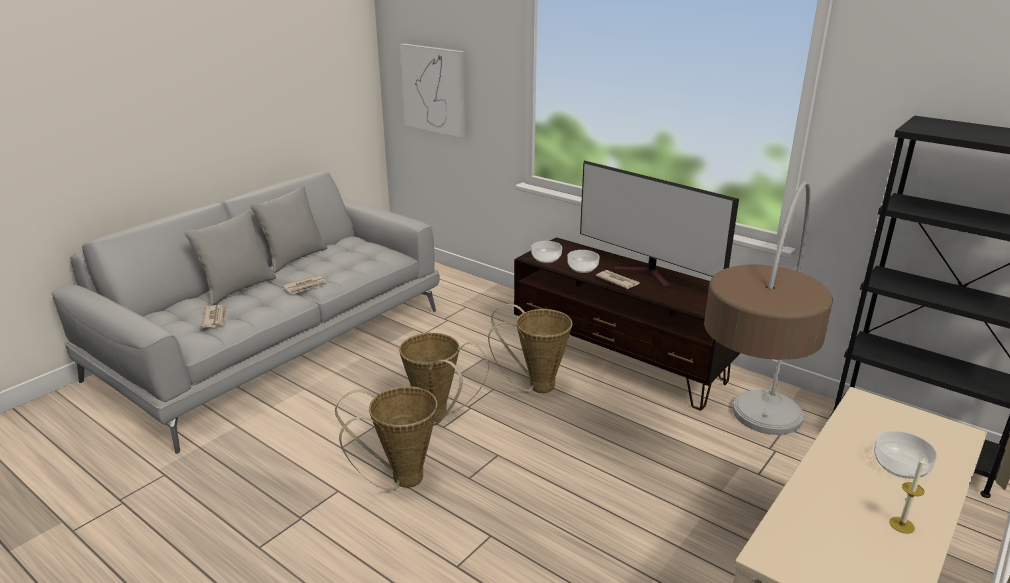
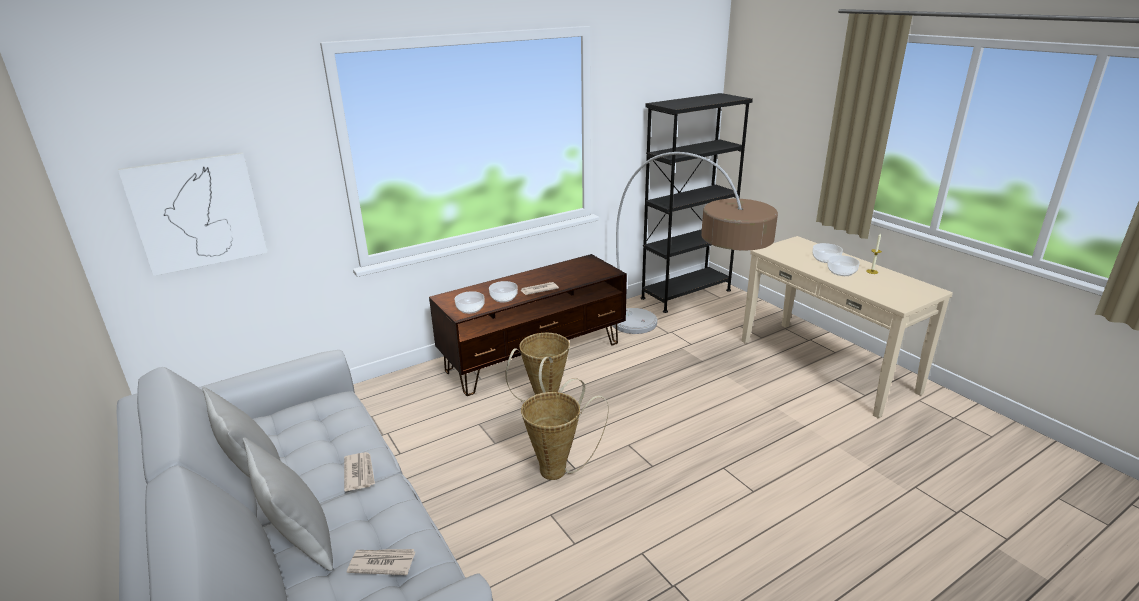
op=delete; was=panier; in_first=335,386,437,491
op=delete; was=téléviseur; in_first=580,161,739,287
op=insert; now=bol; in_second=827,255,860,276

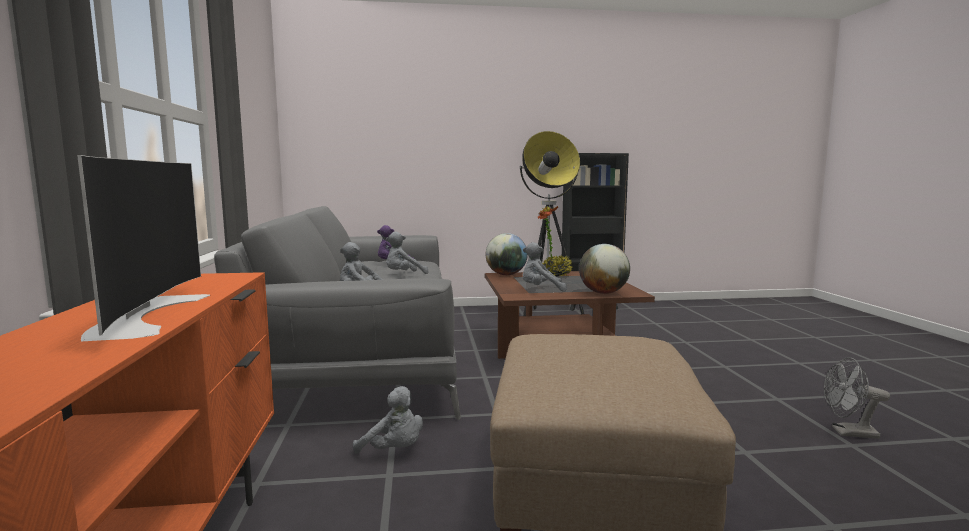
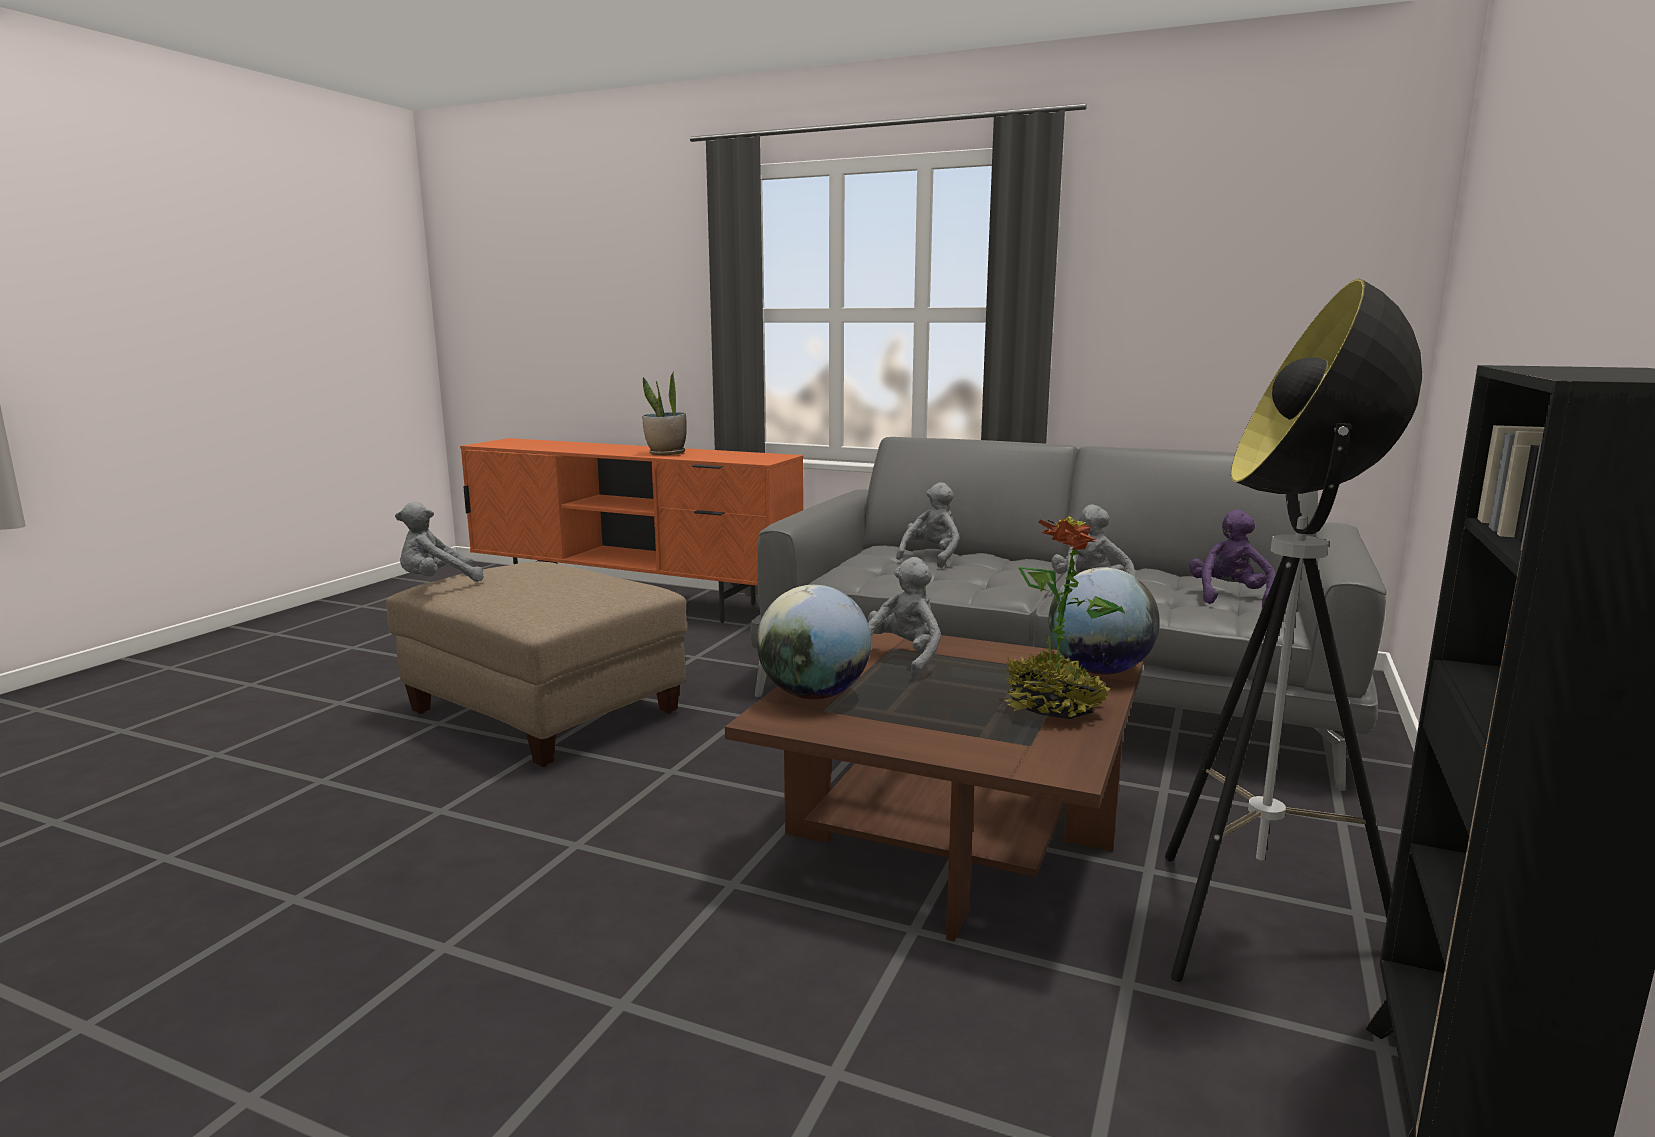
op=delete; was=ventilateur (gris); in_first=824,357,890,439
op=move; was=peluche (gris); in_first=353,386,423,453; in_second=395,502,484,582
op=replace; was=téléviseur; now=plante en pot; in_first=77,155,210,341; in_second=642,372,687,455

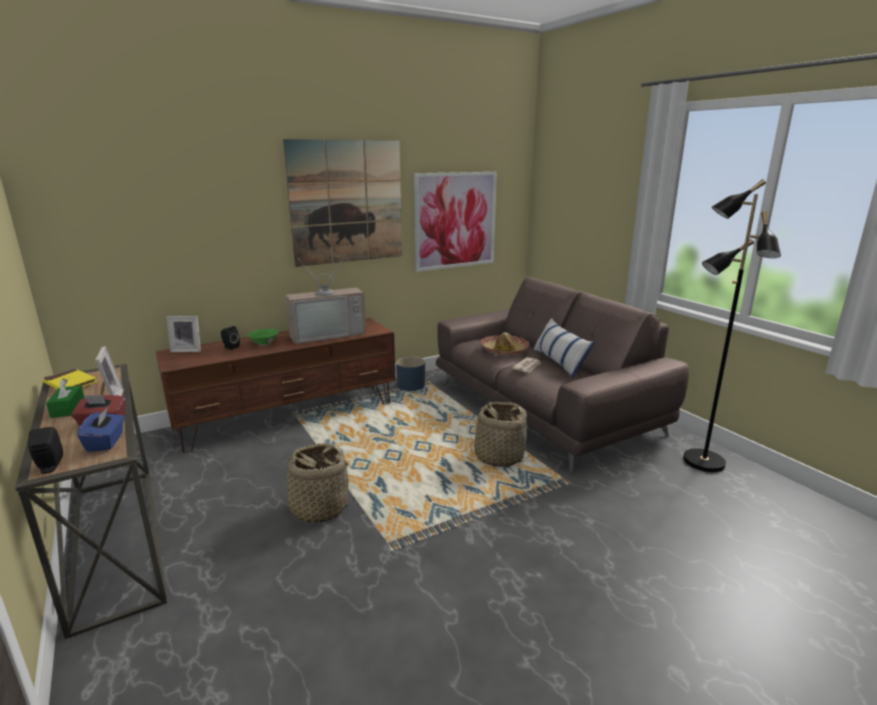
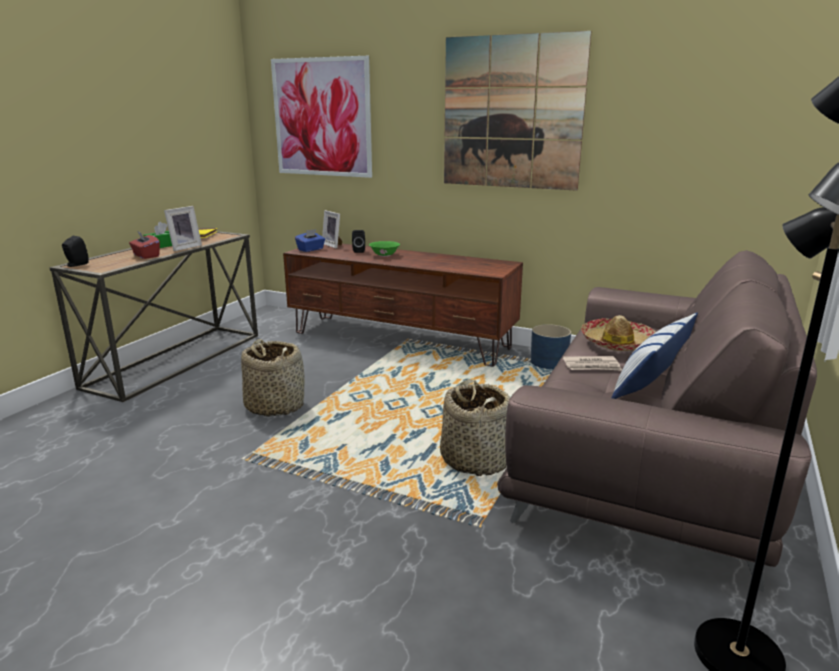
op=delete; was=téléviseur; in_first=286,255,366,344
op=move; was=boîte à mouchoirs (bleu); in_first=77,407,124,452; in_second=295,229,325,252
op=move; was=tableau; in_first=414,172,497,272; in_second=271,56,372,178

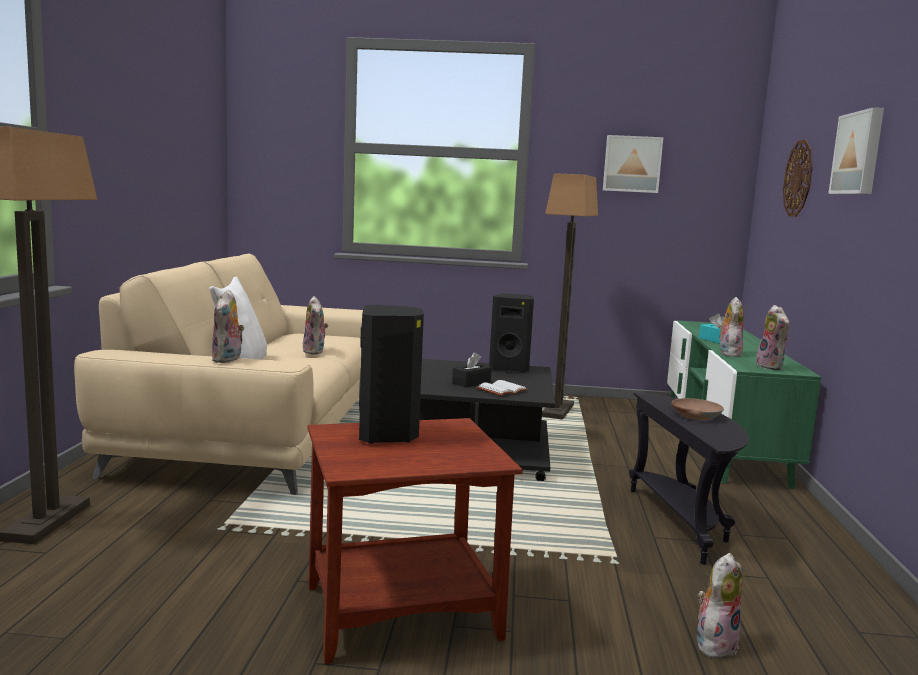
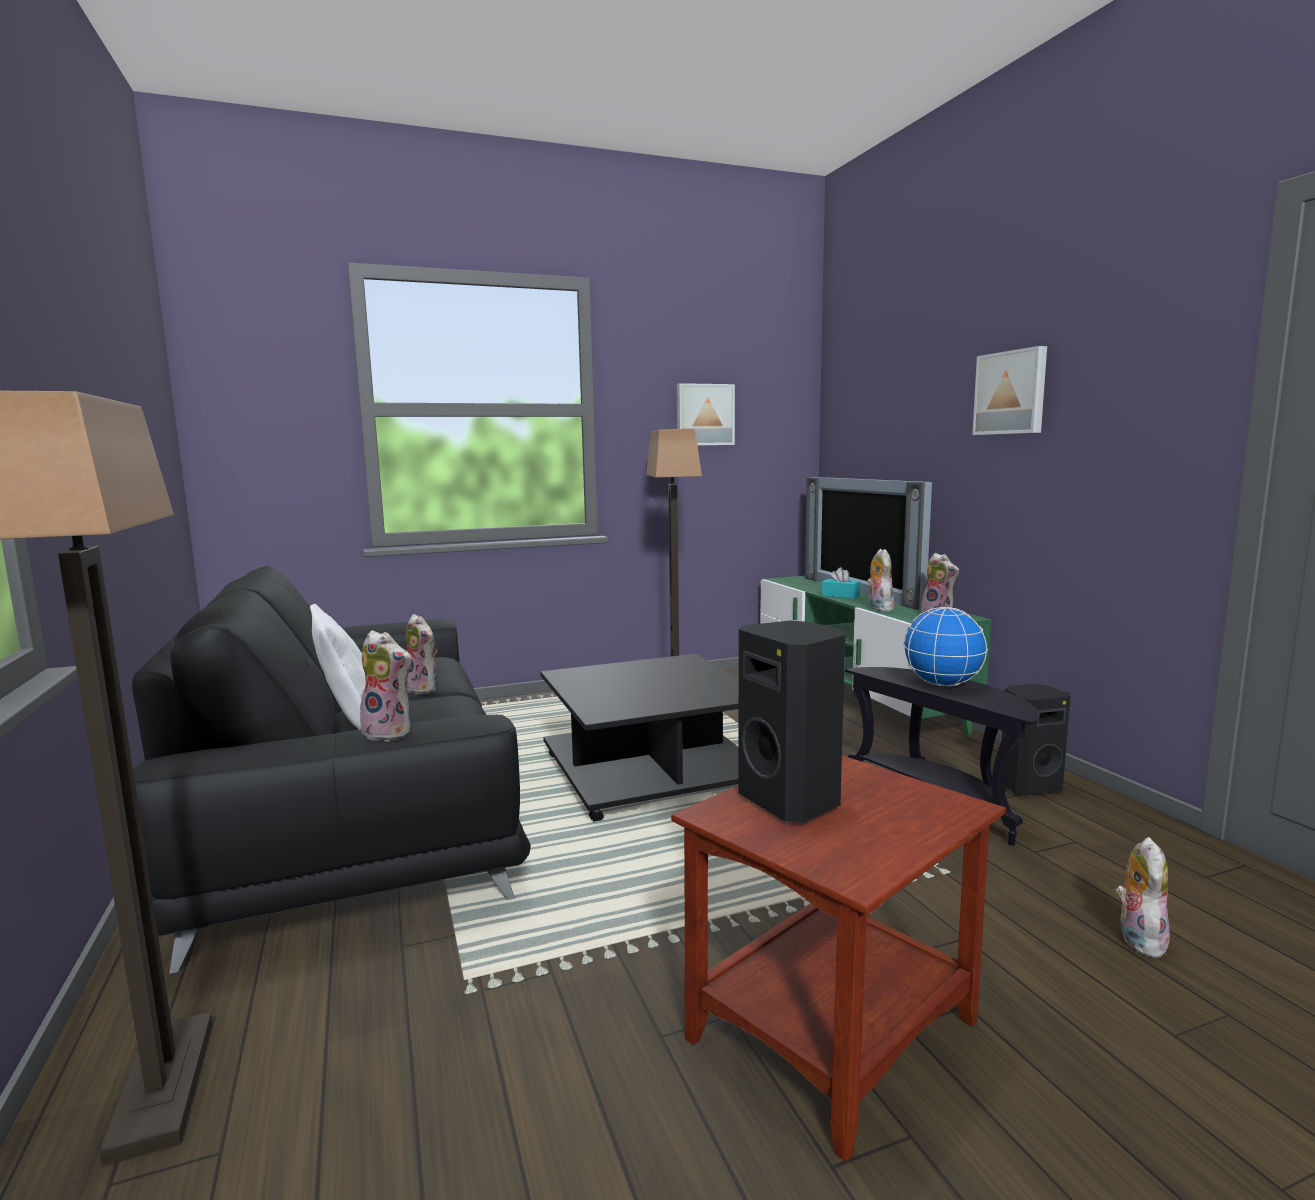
op=delete; was=boîte à mouchoirs (noir); in_first=452,352,492,387
op=delete; was=livre (blanc); in_first=477,380,529,396
op=delete; was=horloge murale; in_first=783,139,813,217
op=insert; now=téléviseur; in_second=805,477,932,610
op=move; was=enceinte (noir); in_first=489,294,534,373; in_second=1002,684,1071,796
op=replace; was=bol (marron); now=globe; in_first=672,398,724,420; in_second=903,607,988,687
op=recolor; was=canapé (beige); now=canapé (noir); in_first=74,253,363,495; in_second=132,566,531,974
op=rotate; was=peluche; in_first=212,289,245,363; in_second=359,630,413,741; clockwise=-45

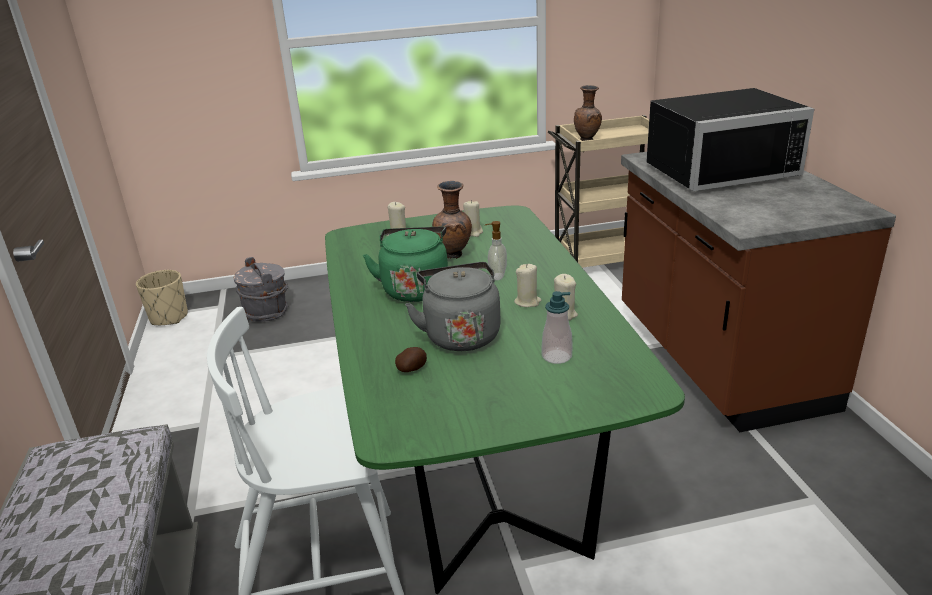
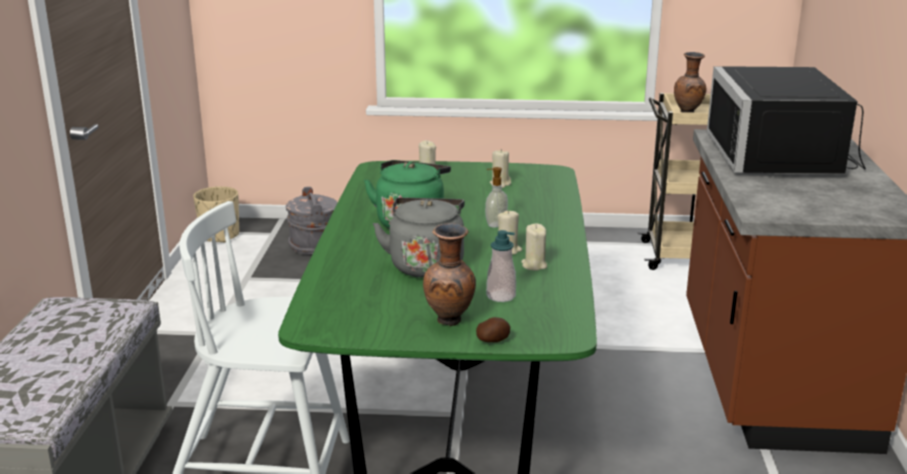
op=move; was=pomme de terre; in_first=395,347,427,372; in_second=476,317,510,342
op=move; was=vase (marron); in_first=432,181,472,259; in_second=423,223,476,326
op=rotate; was=micro-ondes (noir); in_first=646,88,814,191; in_second=707,66,866,174; clockwise=90

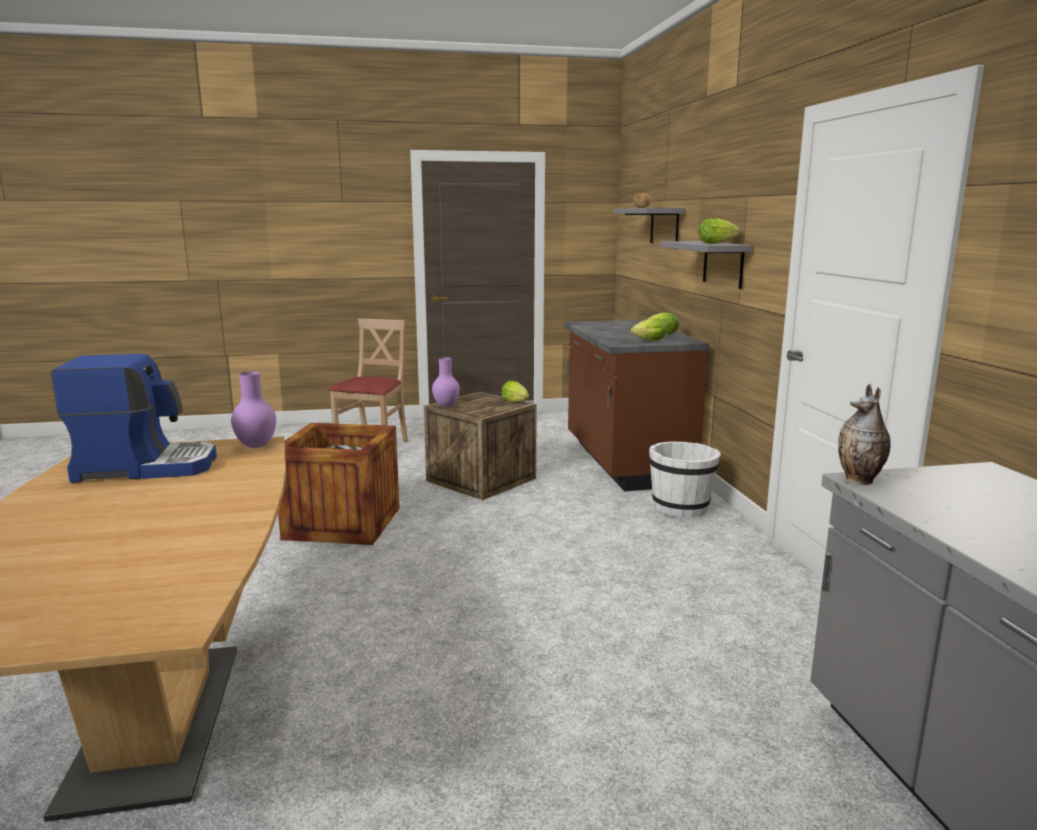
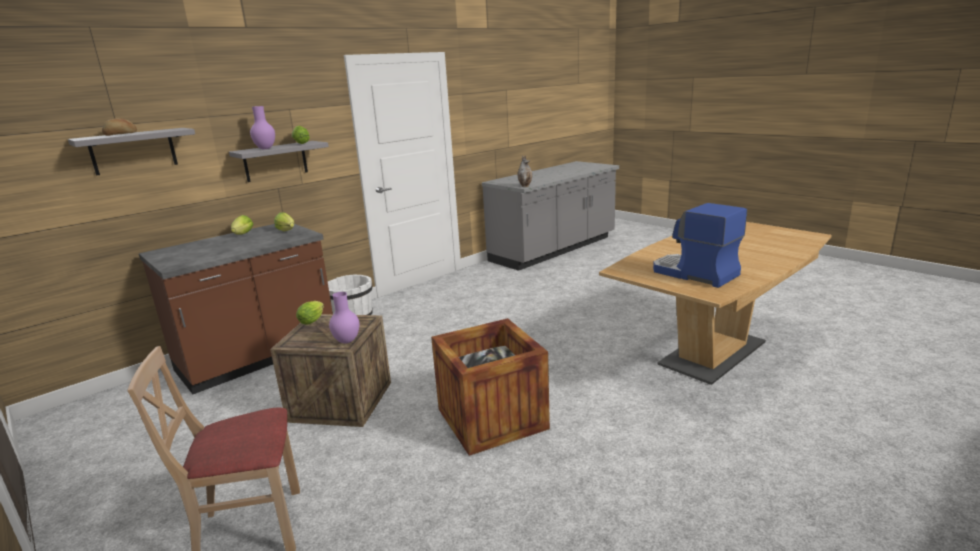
op=move; was=vase (violet); in_first=231,371,276,448; in_second=250,106,275,149

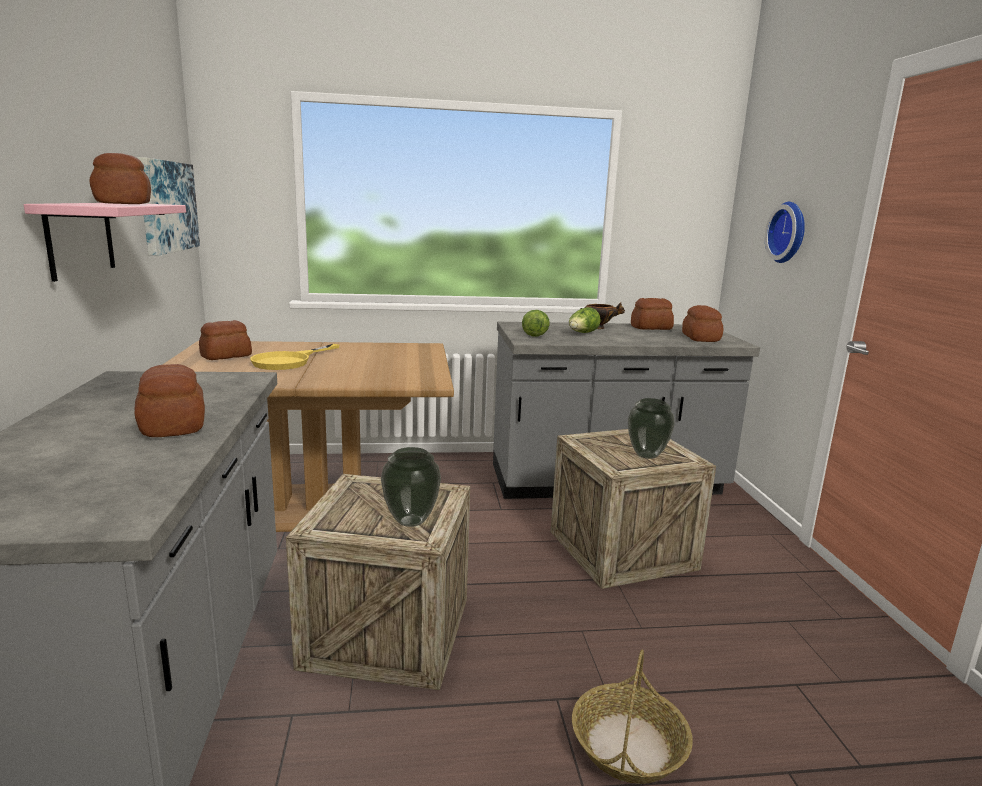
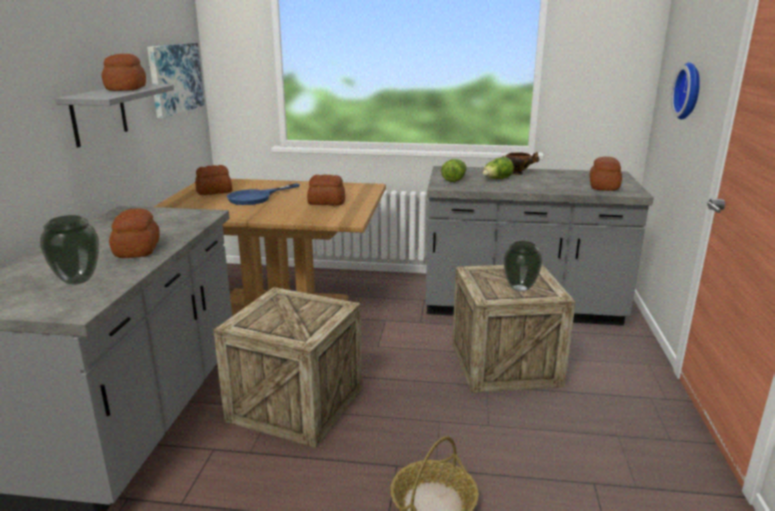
op=move; was=vase; in_first=381,447,441,527; in_second=40,215,99,285
op=move; was=pain; in_first=631,298,674,330; in_second=307,175,345,206
op=recolor; was=étagère (rose); now=étagère (gris); in_first=24,203,186,282; in_second=55,84,174,147
op=recolor; was=poêle (jaune); now=poêle (bleu); in_first=250,344,340,370; in_second=227,183,300,205

